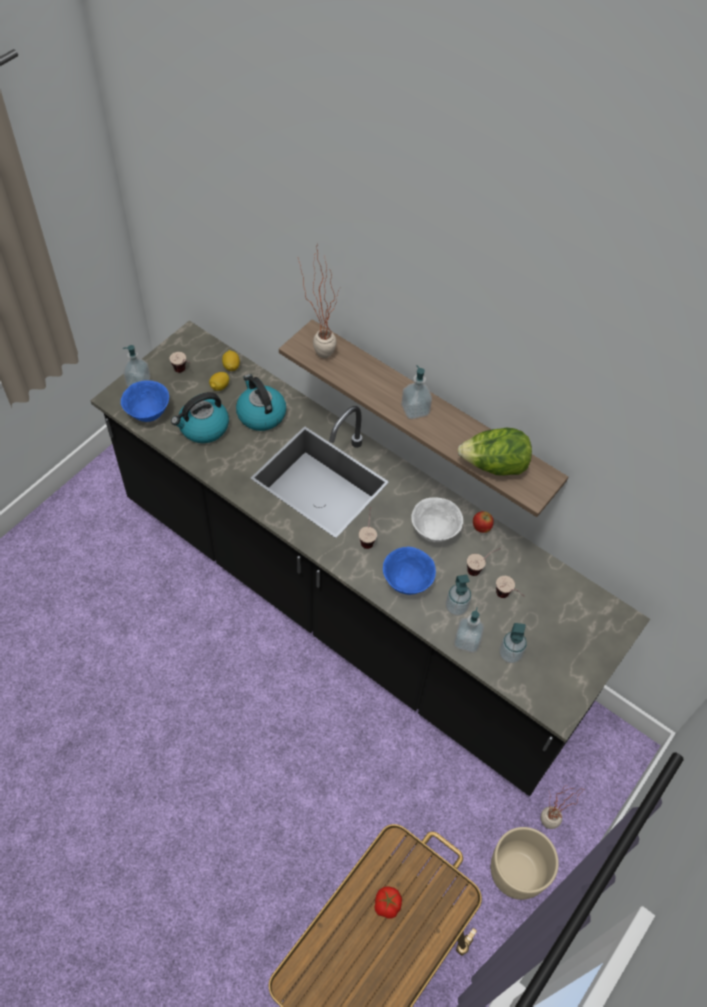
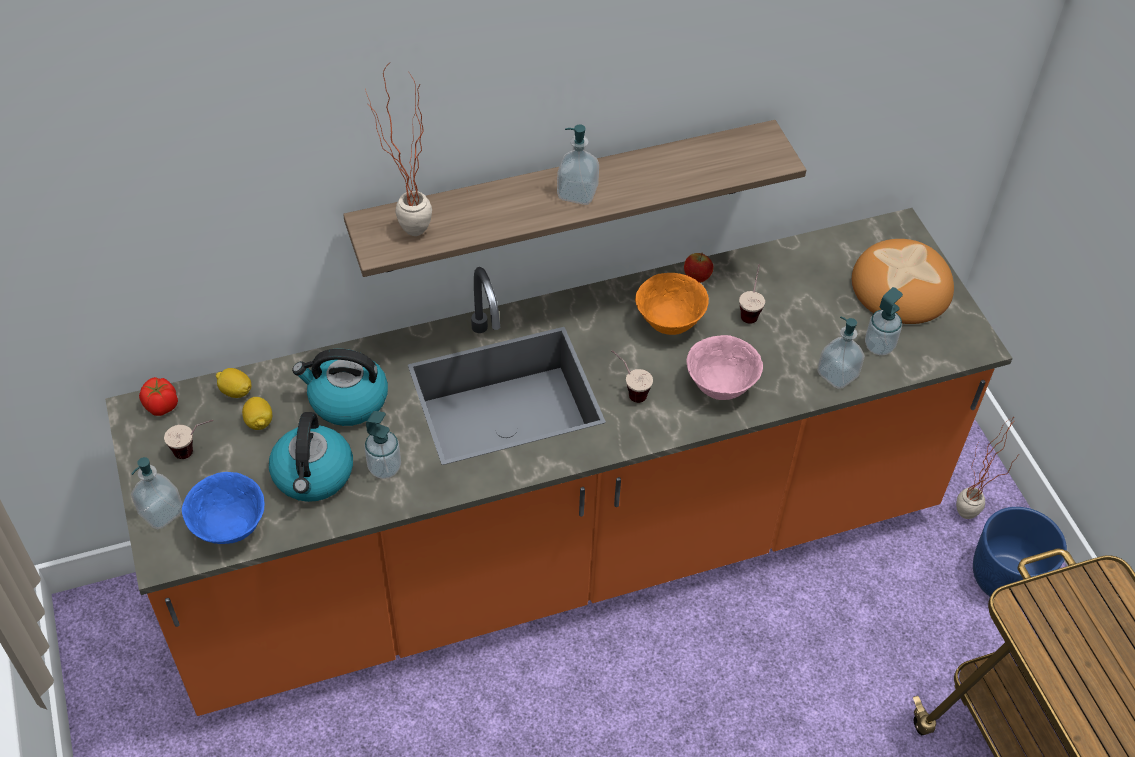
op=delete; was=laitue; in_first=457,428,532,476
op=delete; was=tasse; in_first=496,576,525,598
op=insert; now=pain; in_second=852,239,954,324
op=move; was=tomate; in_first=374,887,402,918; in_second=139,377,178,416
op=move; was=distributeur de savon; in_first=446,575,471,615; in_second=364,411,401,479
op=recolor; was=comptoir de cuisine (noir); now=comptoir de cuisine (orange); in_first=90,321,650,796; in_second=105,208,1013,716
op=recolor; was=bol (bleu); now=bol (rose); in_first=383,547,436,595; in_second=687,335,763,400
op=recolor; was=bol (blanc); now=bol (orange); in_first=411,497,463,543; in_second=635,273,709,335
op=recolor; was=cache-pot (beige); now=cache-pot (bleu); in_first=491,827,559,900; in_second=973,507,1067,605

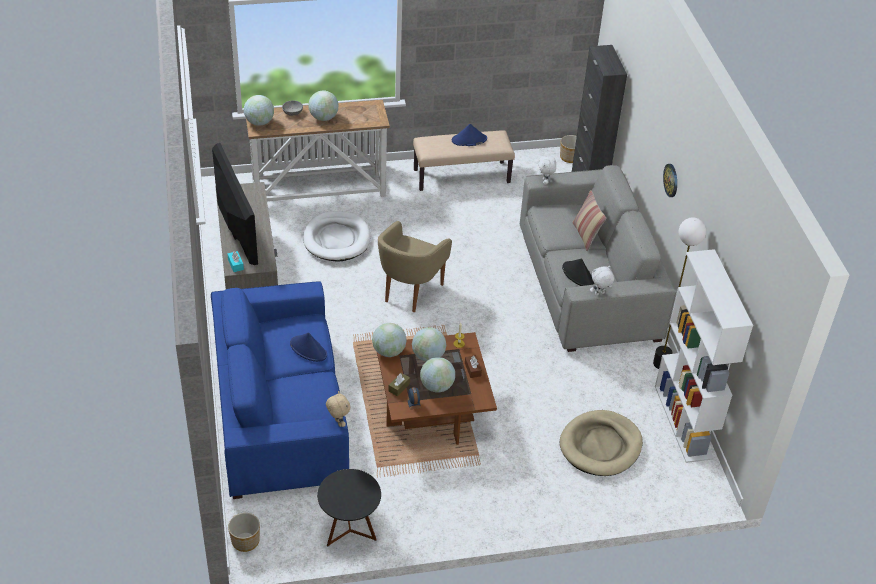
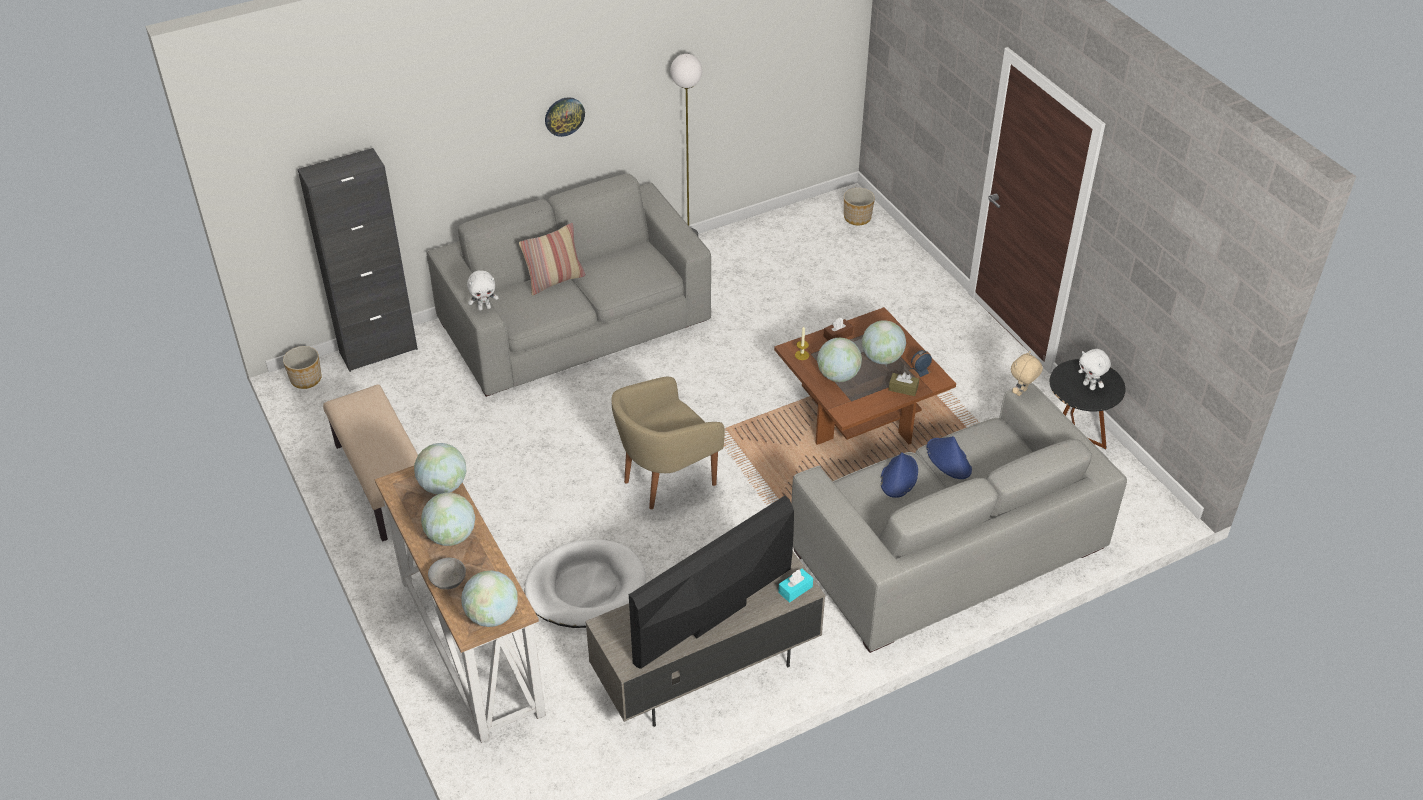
op=delete; was=panier pour chien (beige); in_first=560,410,643,476
op=delete; was=chapeau (noir); in_first=562,258,594,286
op=delete; was=bibliothèque (blanc); in_first=655,249,753,463
op=move; was=cache-pot; in_first=228,513,260,552; in_second=844,188,875,225
op=move; was=globe; in_first=372,323,407,357; in_second=414,443,466,494
op=move; was=chapeau (bleu); in_first=452,124,487,146; in_second=926,436,972,479
op=move; was=peluche (blanc); in_first=590,266,614,295; in_second=1078,349,1111,390
op=recolor; was=canapé (bleu); now=canapé (gris); in_first=211,281,349,499; in_second=791,383,1127,653
op=rotate; was=fauteuil (beige); in_first=378,221,452,312; in_second=611,377,725,509; clockwise=135

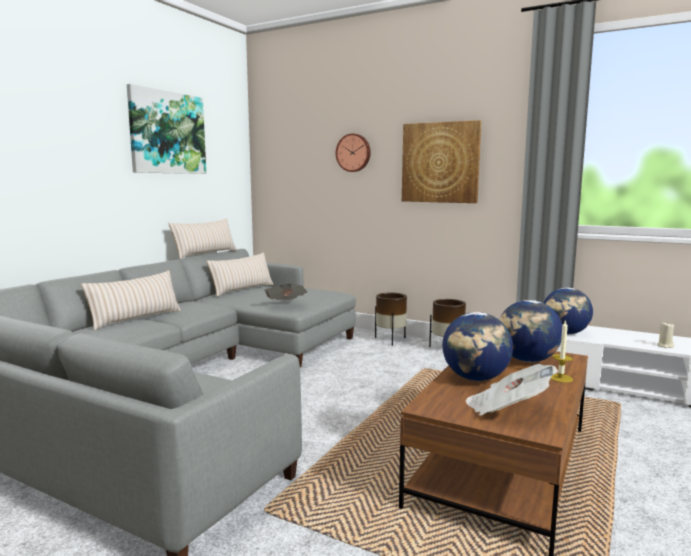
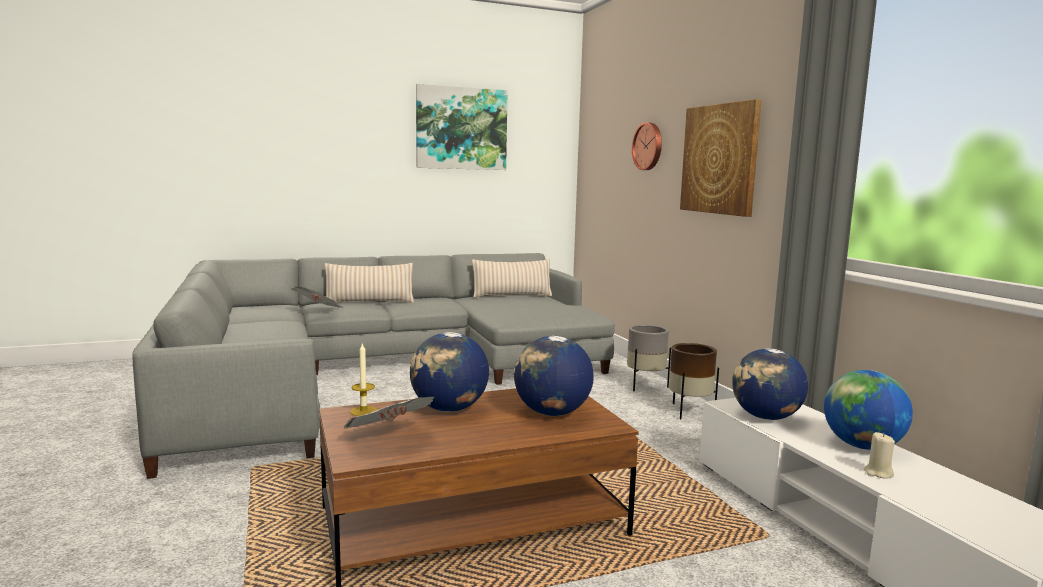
op=delete; was=coussin (beige); in_first=168,219,237,259
op=insert; now=globe; in_second=824,370,913,450
op=move; was=journal; in_first=264,284,307,300; in_second=292,286,342,307
op=move; was=bougie; in_first=550,320,573,383; in_second=350,344,377,416
op=recolor; was=cache-pot (marron); now=cache-pot (gris); in_first=375,293,407,346; in_second=627,324,671,391

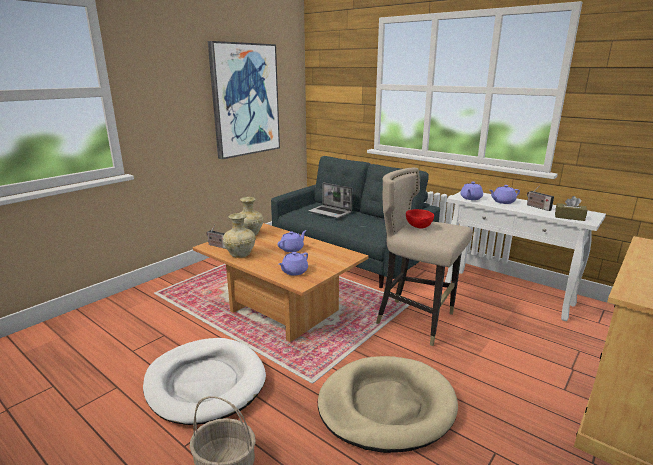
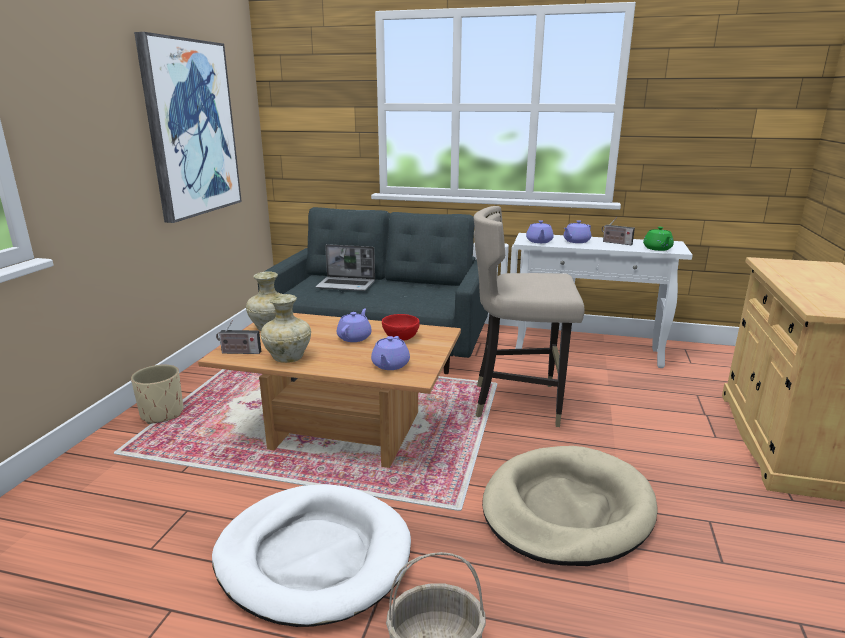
op=insert; now=cache-pot (beige); in_second=131,365,183,424
op=move; was=bol (rouge); in_first=406,209,434,229; in_second=382,314,420,340
op=replace; was=boîte à mouchoirs (marron); now=théière (vert); in_first=555,196,587,221; in_second=643,227,674,251

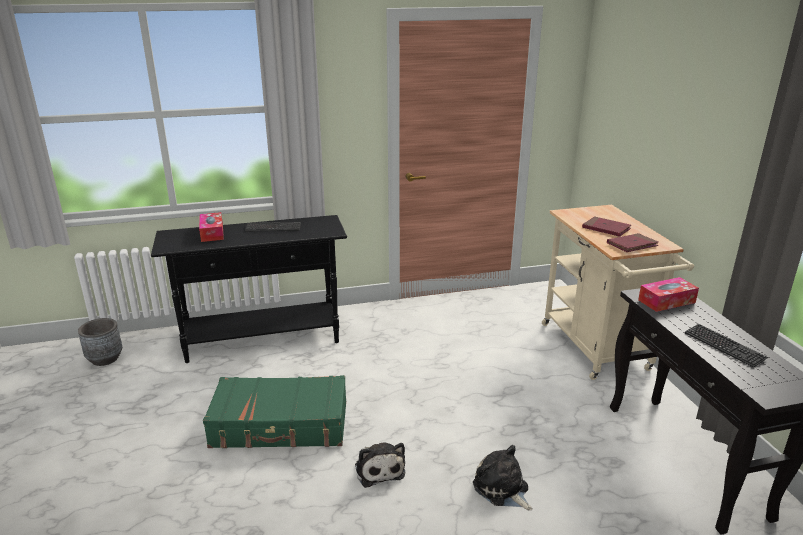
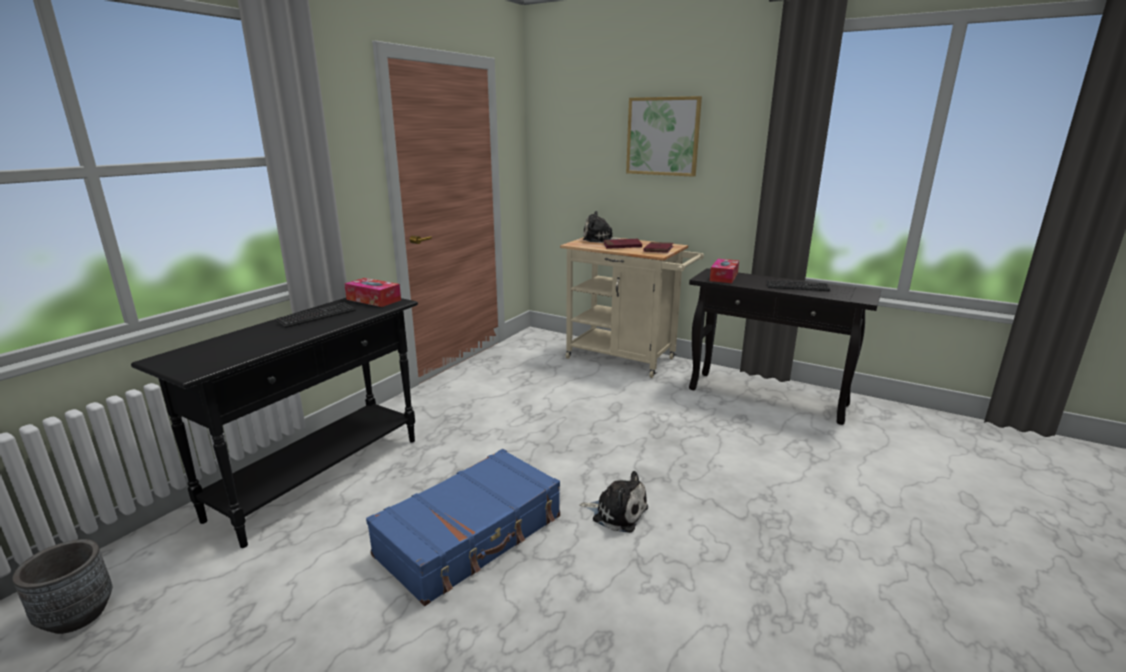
op=insert; now=tableau; in_second=626,96,702,177
op=move; was=boîte à mouchoirs; in_first=199,212,224,242; in_second=344,278,401,307
op=move; was=peluche; in_first=473,445,533,511; in_second=583,211,620,243
op=recolor; was=valise (vert); now=valise (bleu); in_first=203,375,346,448; in_second=366,449,560,606

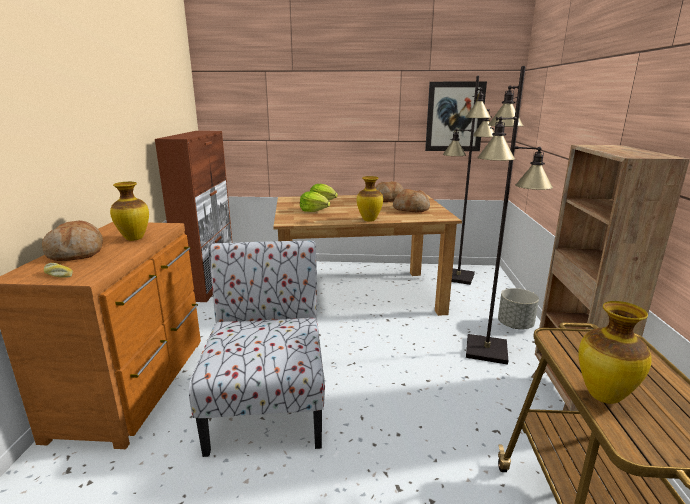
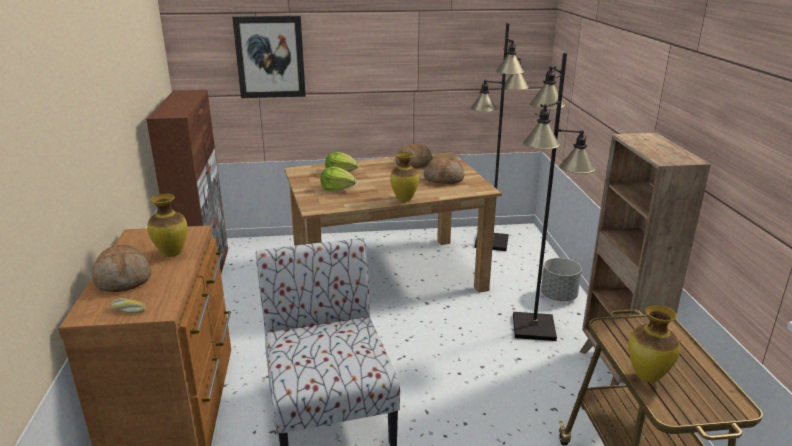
op=move; was=tableau; in_first=425,82,487,151; in_second=232,16,306,98

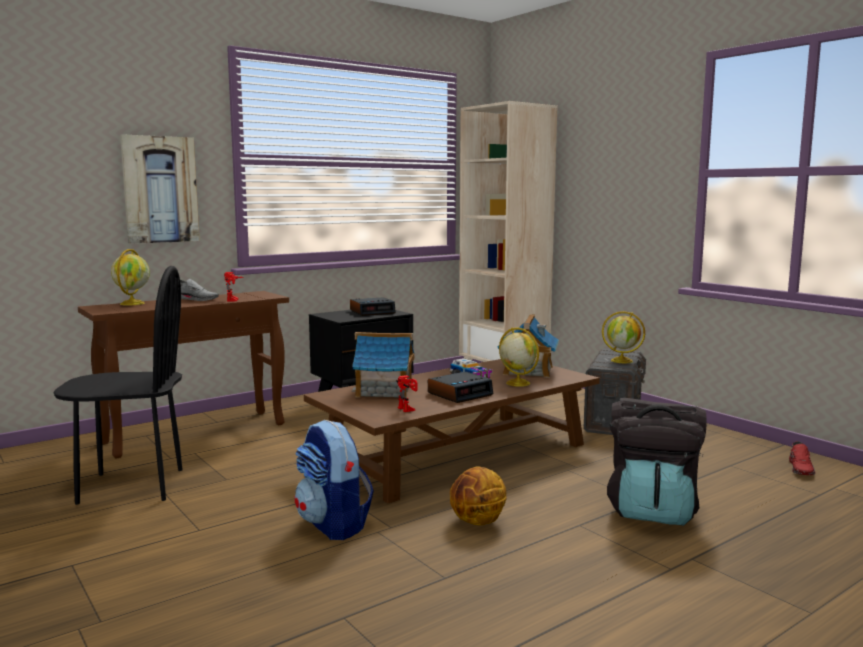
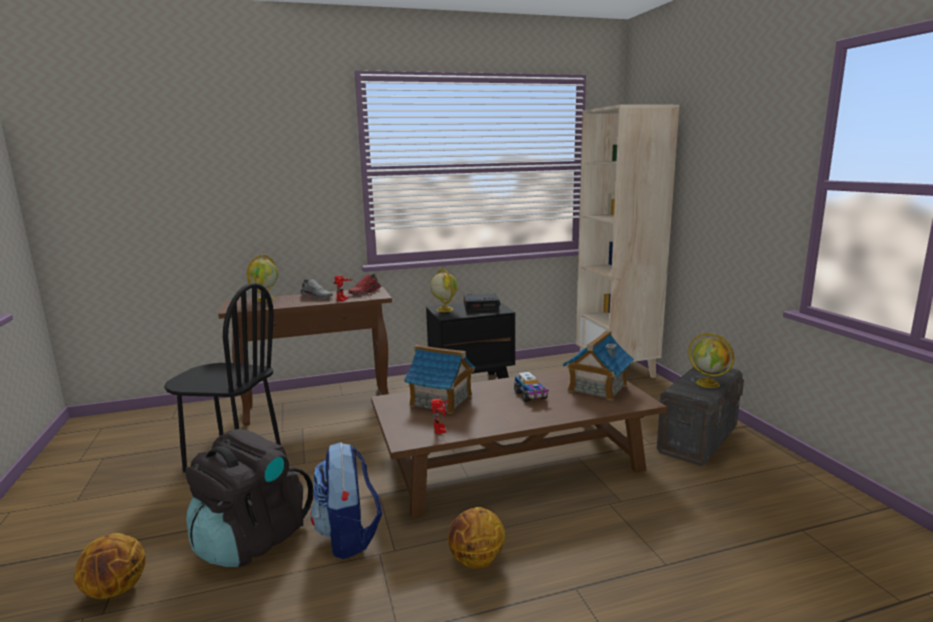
op=delete; was=tableau; in_first=120,134,200,244
op=delete; was=réveil; in_first=428,372,493,403
op=insert; now=ballon de basket; in_second=74,533,146,599
op=move; was=globe; in_first=499,328,539,387; in_second=430,269,458,312
op=move; was=sac à dos (noir); in_first=607,398,707,526; in_second=185,429,314,567
op=move; was=chaussure (rouge); in_first=789,441,816,475; in_second=349,274,381,295

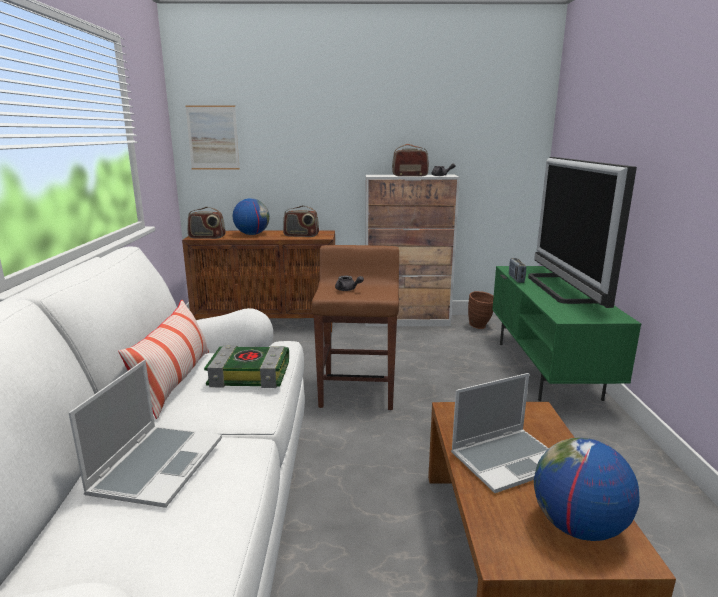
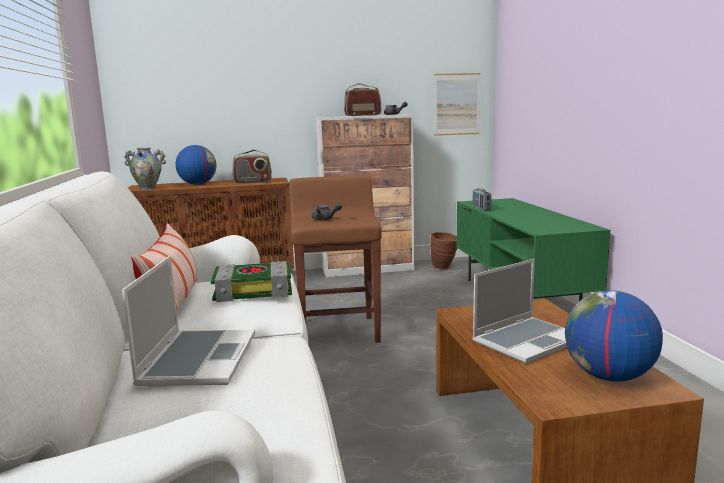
op=delete; was=téléviseur; in_first=528,157,637,308
op=move; was=tableau; in_first=185,105,240,169; in_second=434,73,480,136
op=replace; was=radio; now=vase; in_first=188,207,226,239; in_second=124,147,166,190

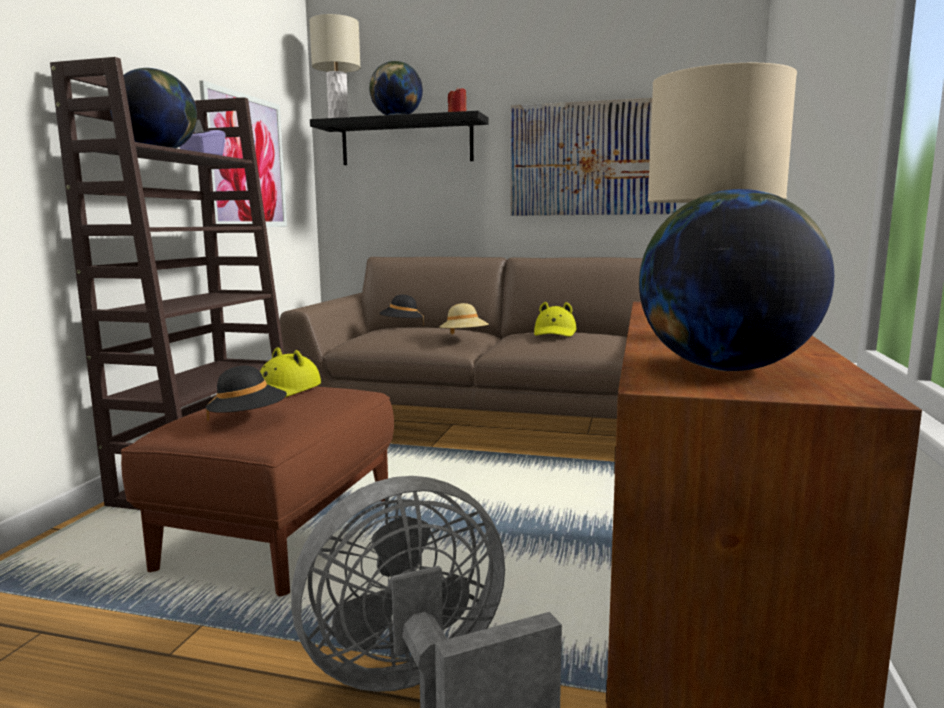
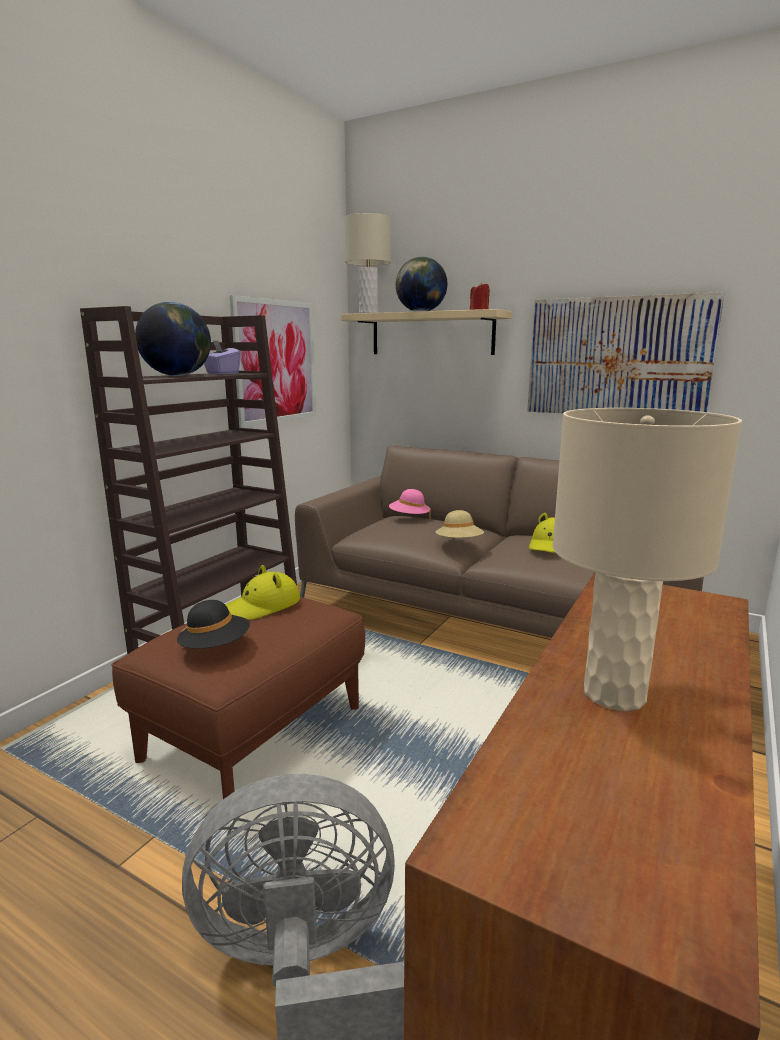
op=delete; was=globe; in_first=639,189,834,371
op=recolor; was=étagère (noir); now=étagère (beige); in_first=310,111,488,165; in_second=341,309,512,355
op=recolor; was=chapeau (noir); now=chapeau (rose); in_first=379,295,424,325; in_second=389,489,431,519

